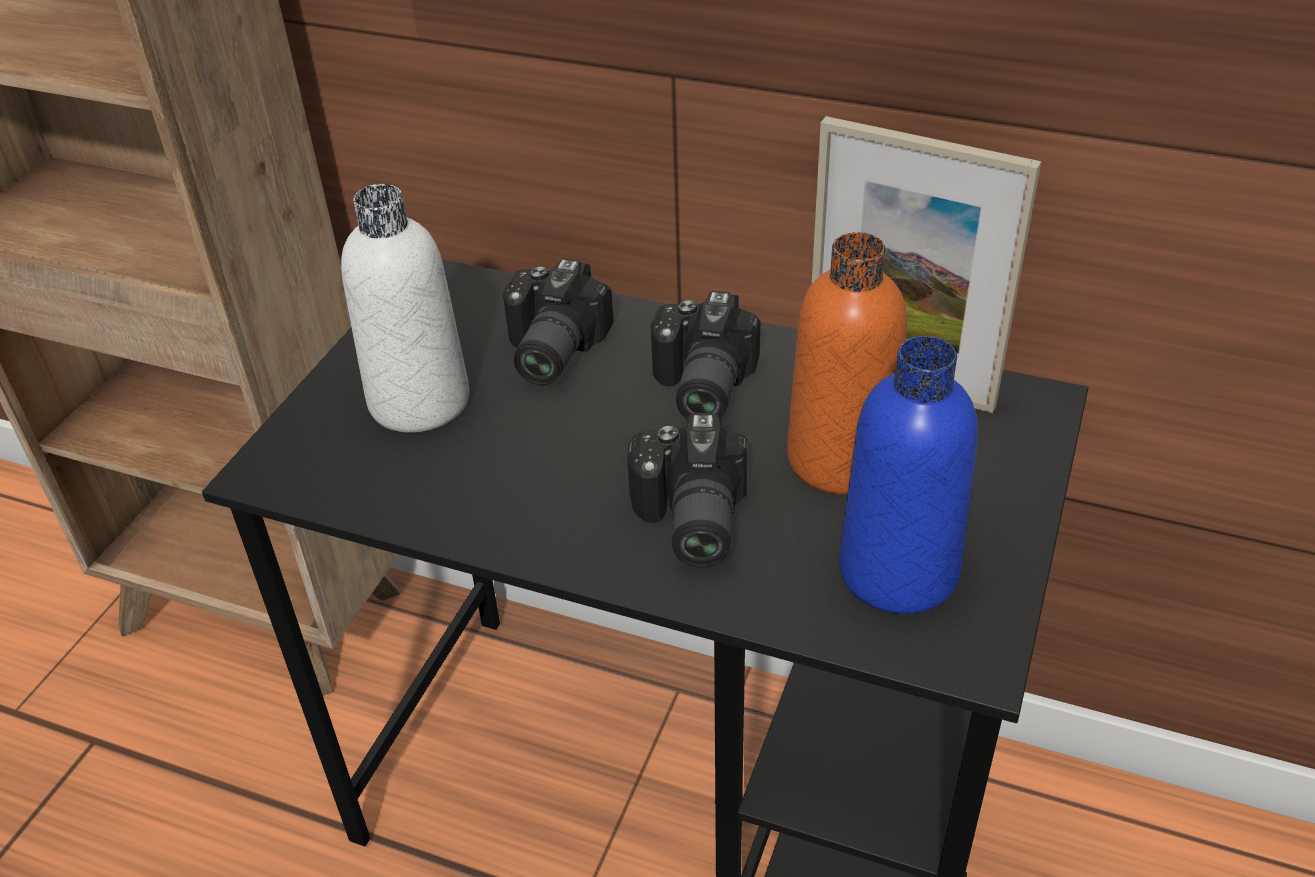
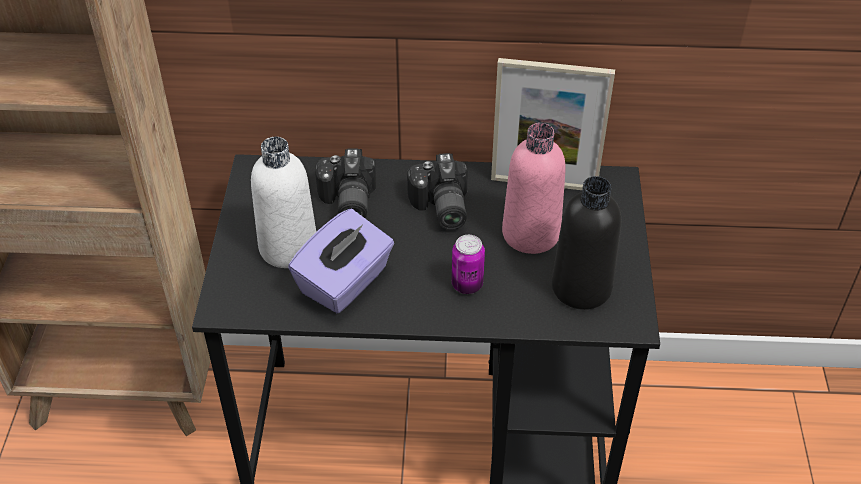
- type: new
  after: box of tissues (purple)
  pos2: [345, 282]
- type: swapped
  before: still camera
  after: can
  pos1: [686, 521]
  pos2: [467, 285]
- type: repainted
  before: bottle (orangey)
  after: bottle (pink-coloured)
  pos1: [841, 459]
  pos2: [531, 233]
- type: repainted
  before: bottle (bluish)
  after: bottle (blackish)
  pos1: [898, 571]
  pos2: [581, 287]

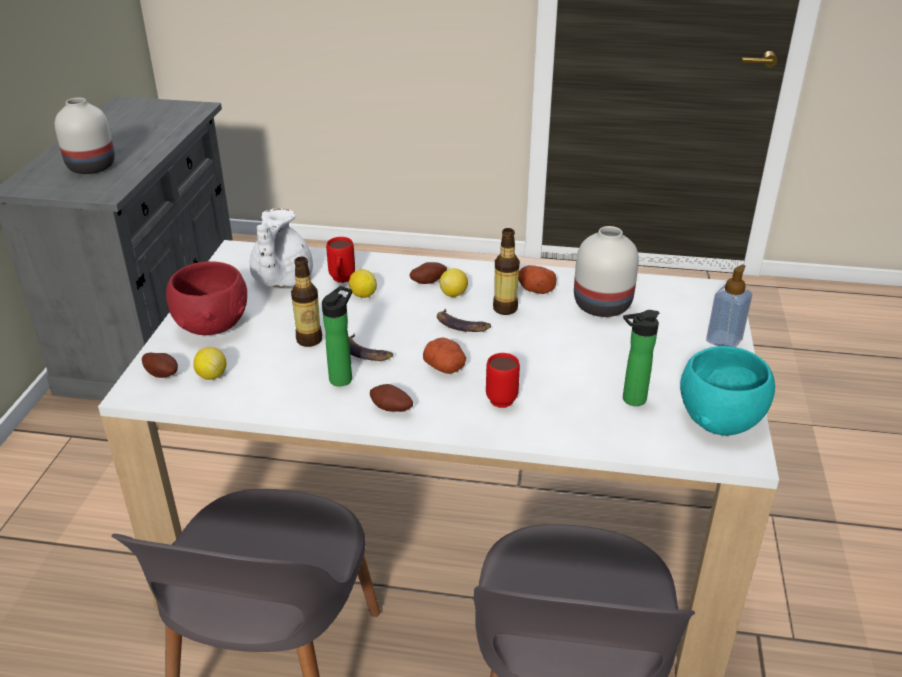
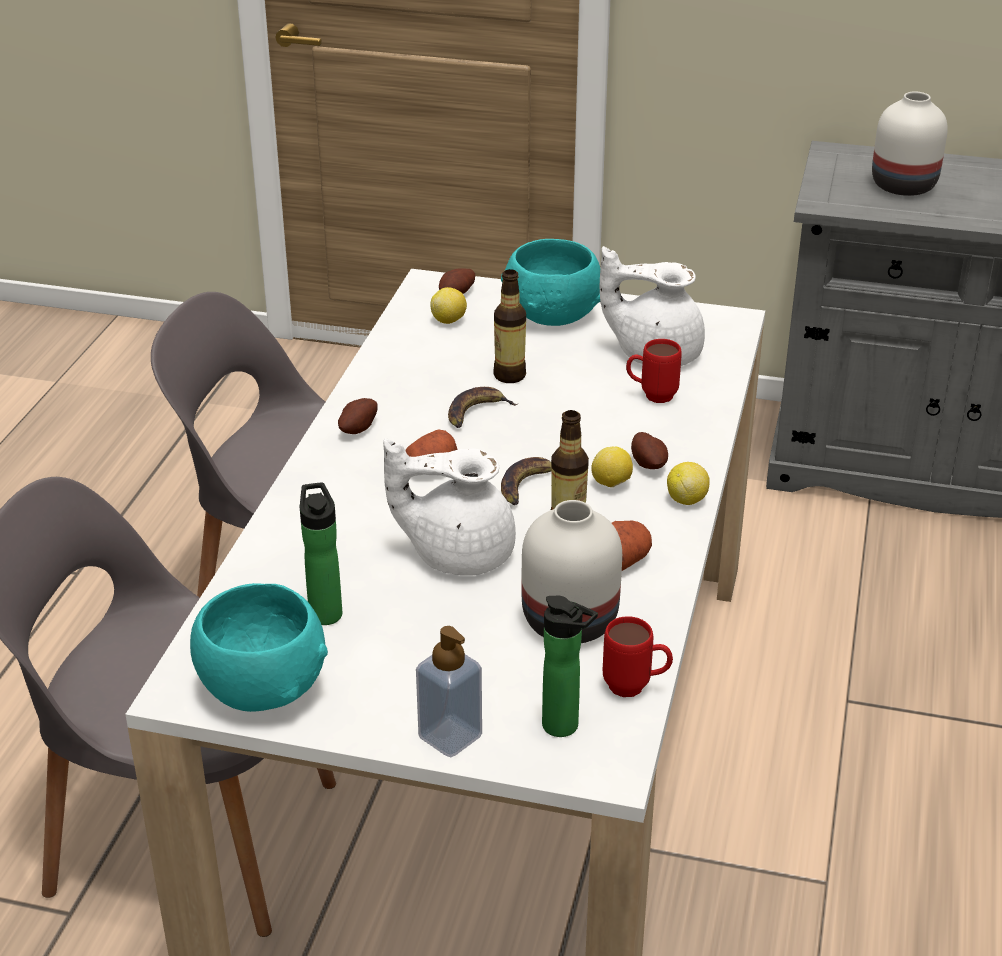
- type: new
  after: teapot (white-coloured)
  pos2: [458, 553]
- type: shifted
  before: bottle
  pos1: [343, 377]
  pos2: [565, 727]
- type: shifted
  before: lemon
  pos1: [363, 295]
  pos2: [686, 499]
- type: shifted
  before: mug (reddish)
  pos1: [502, 397]
  pos2: [635, 688]
- type: repainted
  before: serving bowl (reddish)
  after: serving bowl (blue-green)
  pos1: [213, 324]
  pos2: [552, 315]

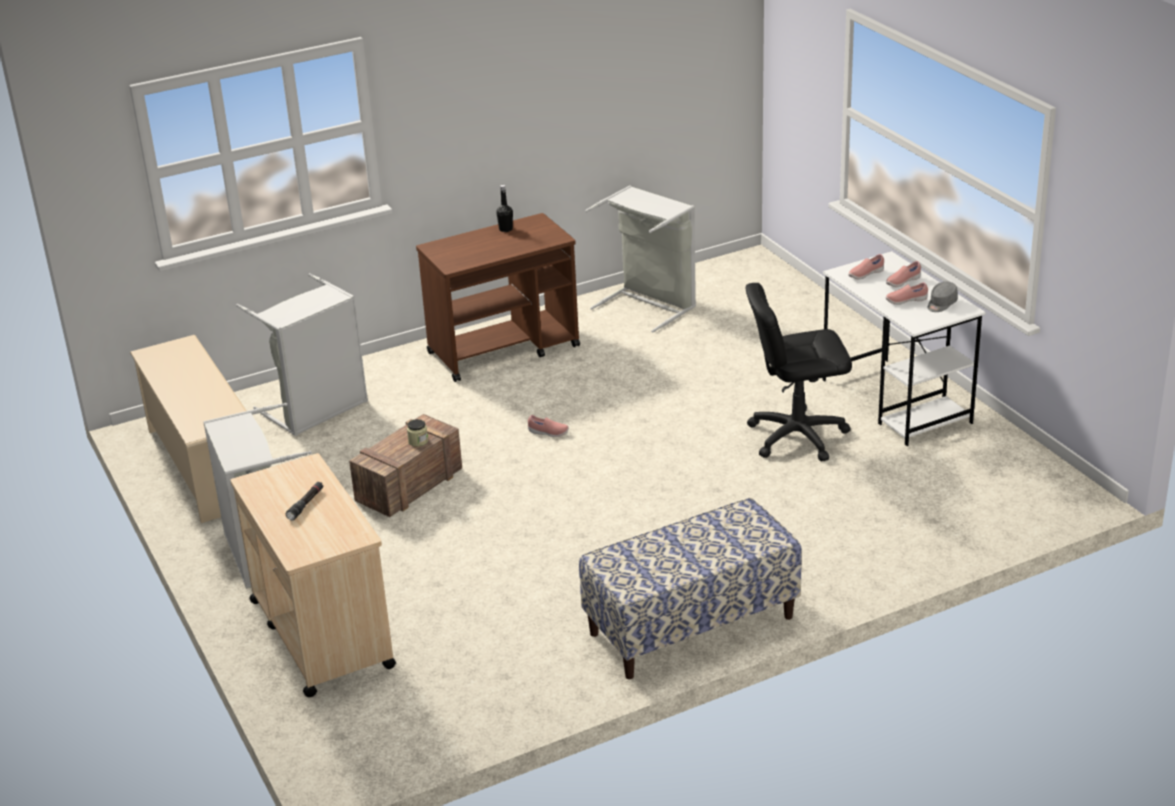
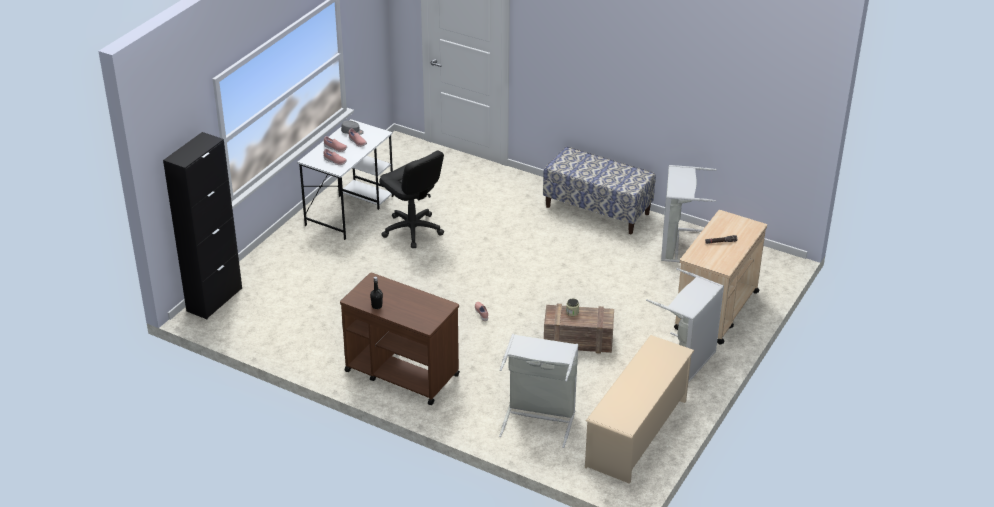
- type: new
  after: storage cabinet (blackish)
  pos2: [214, 300]
- type: shifted
  before: laundry basket (greyish)
  pos1: [649, 304]
  pos2: [677, 245]

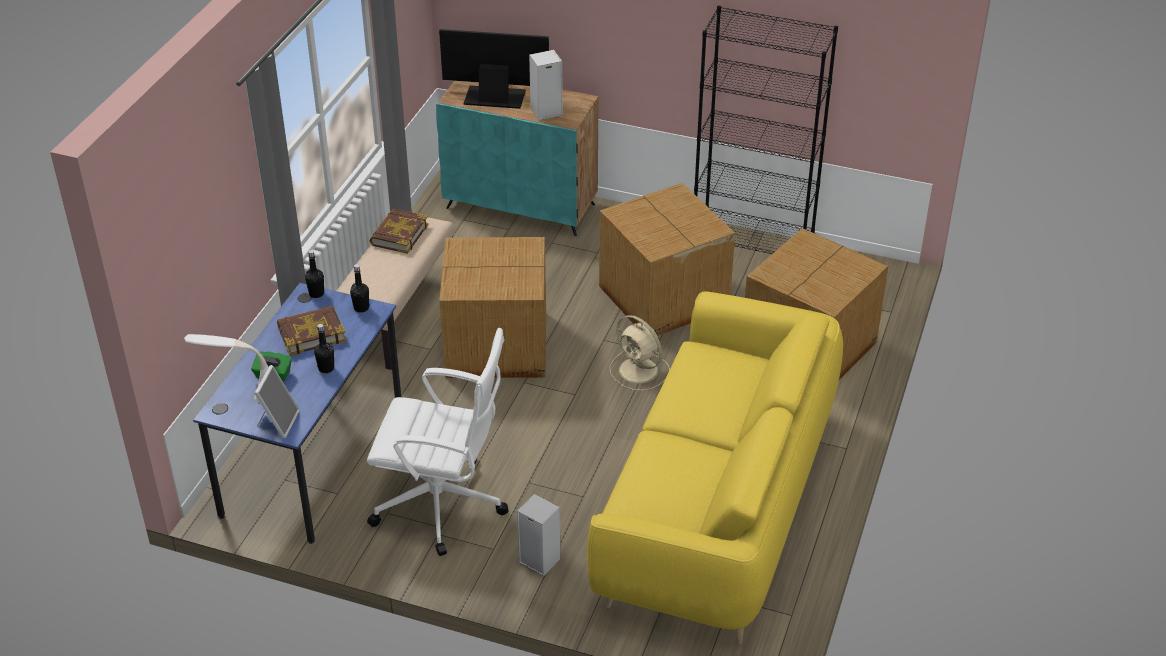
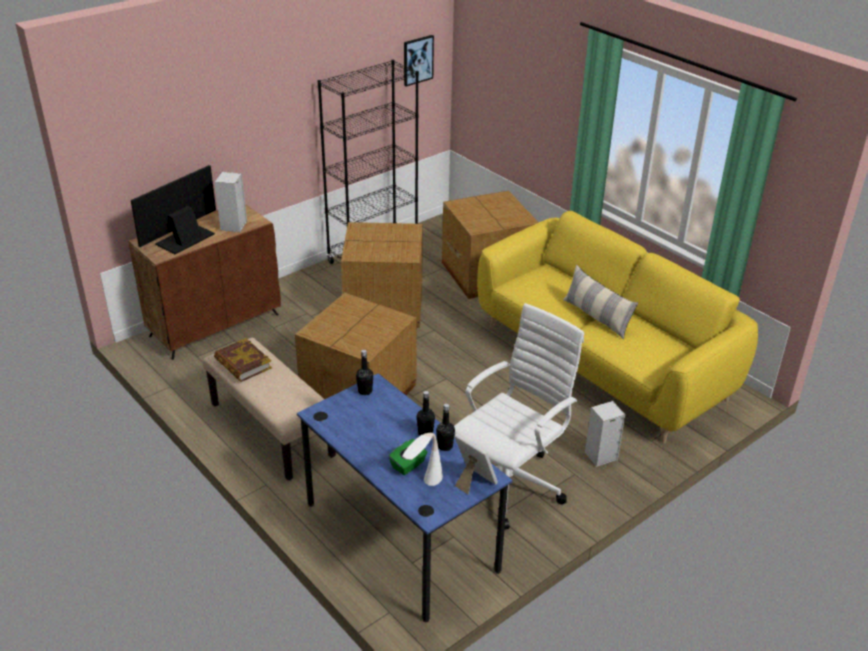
- type: gone
  before: book
  pos1: [311, 334]
- type: gone
  before: fan (sand-coloured)
  pos1: [639, 371]
- type: new
  after: wall picture
  pos2: [417, 60]
- type: new
  after: cushion
  pos2: [596, 317]
- type: shifted
  before: bottle (blackish)
  pos1: [316, 293]
  pos2: [445, 446]
- type: repainted
  before: storage cabinet (blue-green)
  after: storage cabinet (brown-coloured)
  pos1: [521, 206]
  pos2: [215, 325]

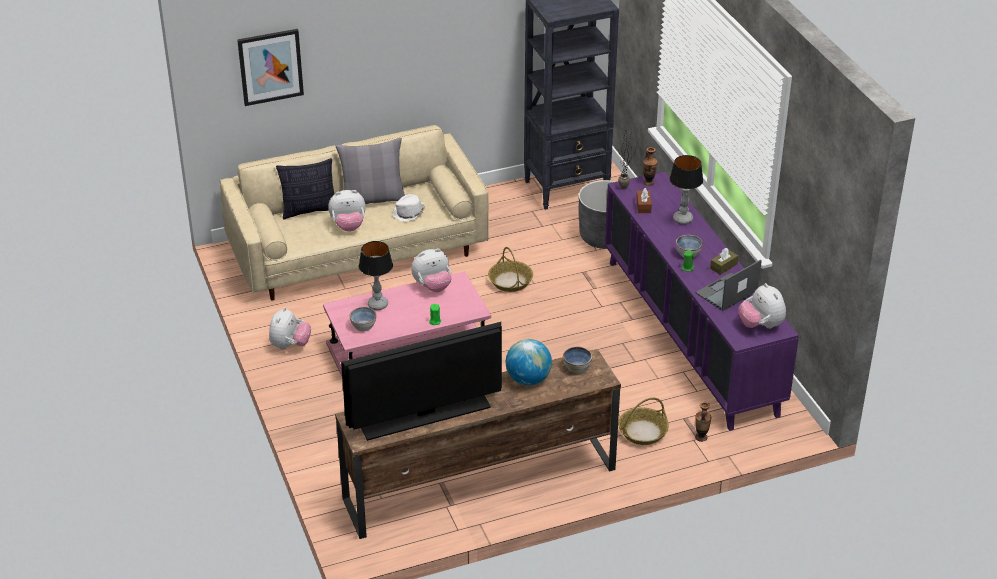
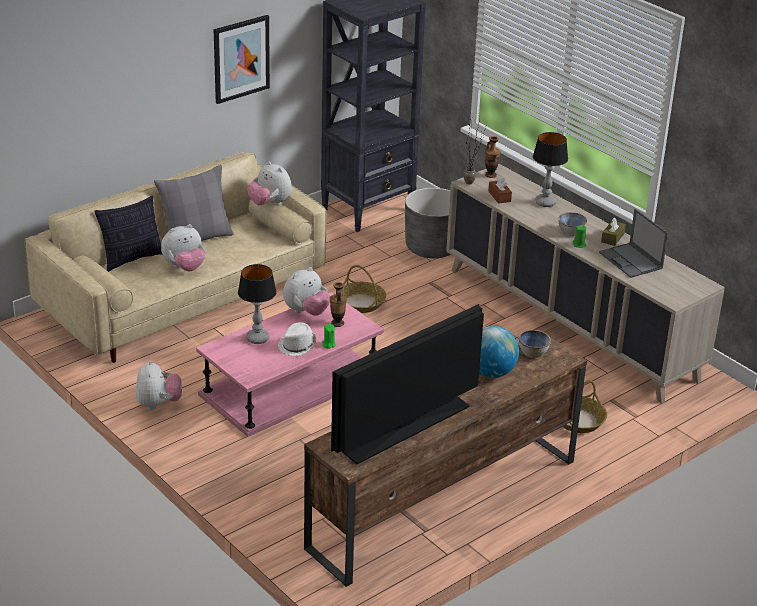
- type: gone
  before: serving bowl
  pos1: [363, 326]
- type: shifted
  before: wall picture
  pos1: [270, 66]
  pos2: [241, 58]
- type: shifted
  before: clothing hat (white-coloured)
  pos1: [409, 213]
  pos2: [297, 346]
- type: shifted
  before: vase
  pos1: [701, 437]
  pos2: [337, 323]
- type: shifted
  before: soft toy
  pos1: [761, 325]
  pos2: [270, 204]
- type: repainted
  before: storage cabinet (purple)
  after: storage cabinet (sand-coloured)
  pos1: [690, 335]
  pos2: [569, 323]
- type: rotated
  before: laptop
  pos1: [726, 293]
  pos2: [631, 261]
  turn: -60

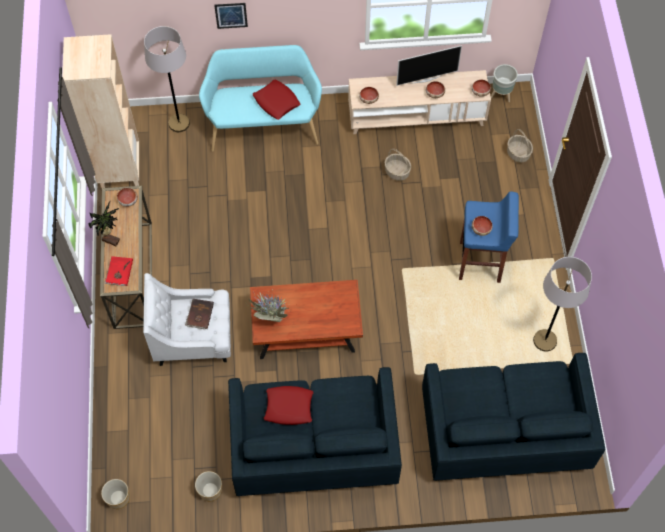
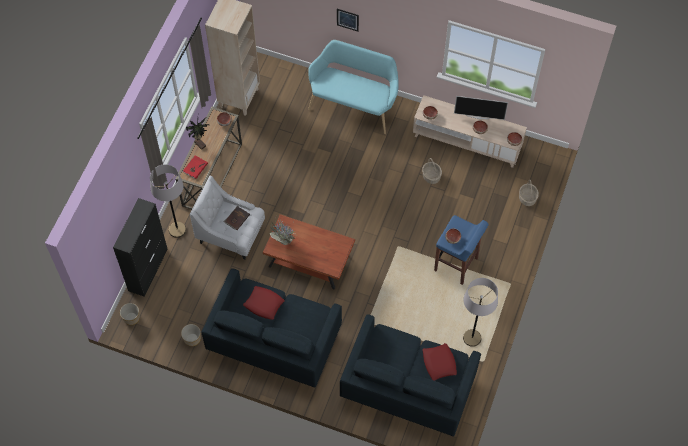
- type: gone
  before: plant pot (greyish)
  pos1: [501, 96]
- type: new
  after: storage cabinet (blackish)
  pos2: [148, 269]
- type: shifted
  before: standing lamp (greyish)
  pos1: [179, 123]
  pos2: [177, 230]
- type: shifted
  before: cushion (reddish)
  pos1: [276, 102]
  pos2: [439, 363]

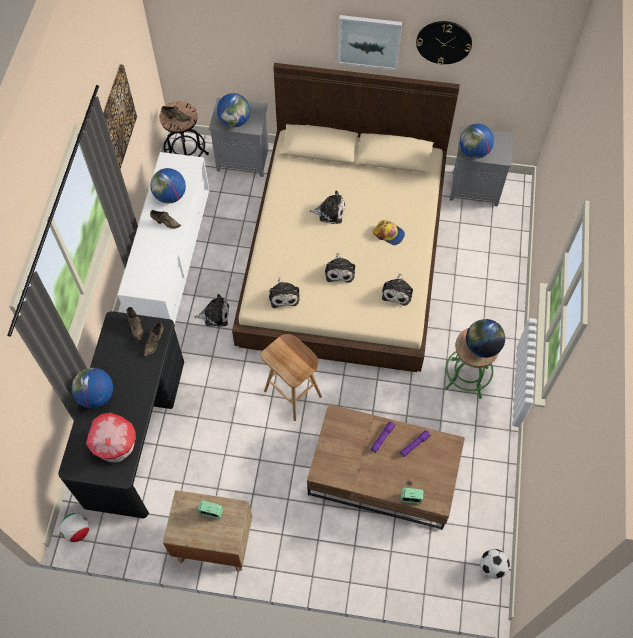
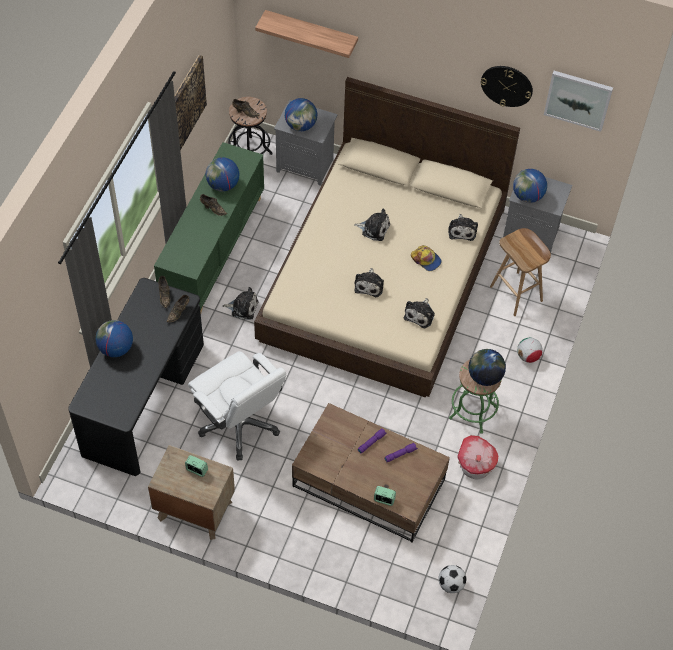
- type: new
  after: computer chair (white-coloured)
  pos2: [240, 424]
- type: new
  after: bracket shelf
  pos2: [311, 33]
- type: shifted
  before: football
  pos1: [78, 531]
  pos2: [528, 356]
- type: shifted
  before: model house
  pos1: [116, 445]
  pos2: [475, 465]
- type: shifted
  before: stool seat (brown-coloured)
  pos1: [293, 394]
  pos2: [517, 294]
- type: shifted
  before: soft toy
  pos1: [284, 295]
  pos2: [462, 230]
- type: shifted
  before: wall picture
  pos1: [369, 41]
  pos2: [578, 99]
- type: repainted
  before: storage cabinet (white-coloured)
  after: storage cabinet (greenish)
  pos1: [172, 261]
  pos2: [213, 249]

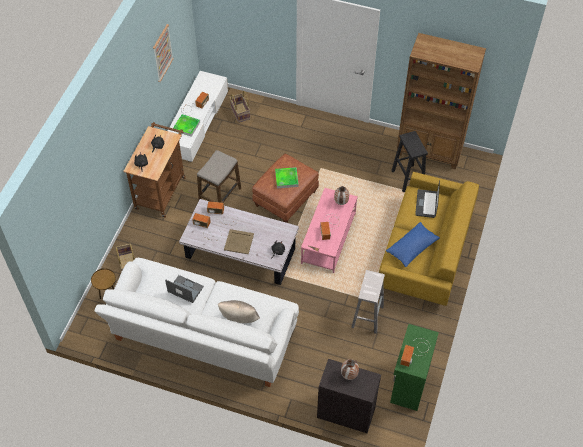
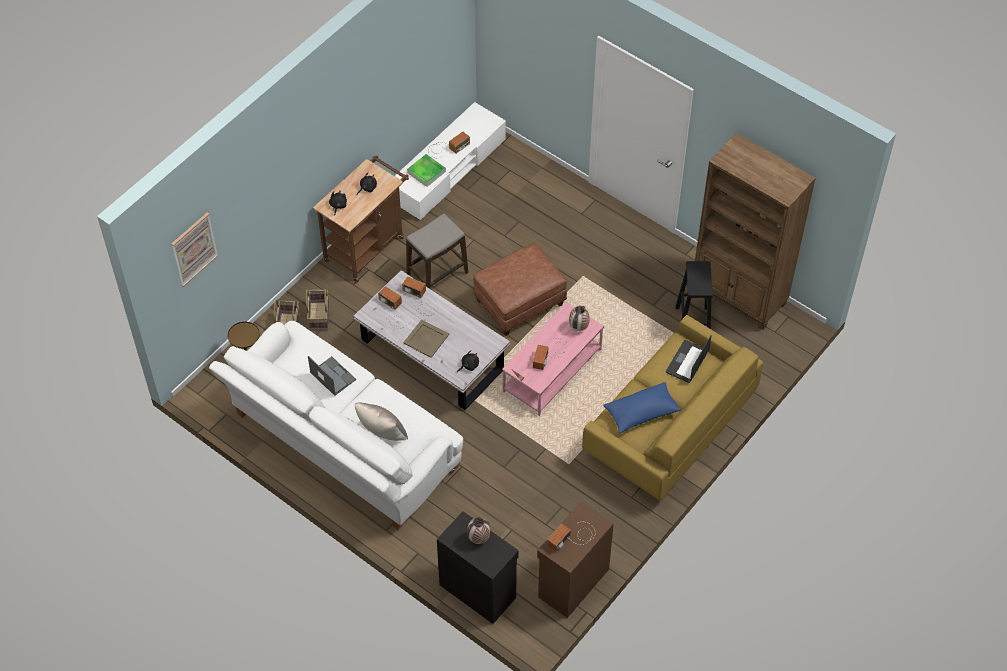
- type: gone
  before: tray
  pos1: [286, 179]
- type: gone
  before: stool seat (white-coloured)
  pos1: [367, 316]
- type: shifted
  before: wall picture
  pos1: [162, 53]
  pos2: [194, 249]
- type: shifted
  before: storage basket
  pos1: [240, 112]
  pos2: [318, 316]
- type: repainted
  before: storage cabinet (greenish)
  after: storage cabinet (brown-coloured)
  pos1: [409, 384]
  pos2: [572, 582]

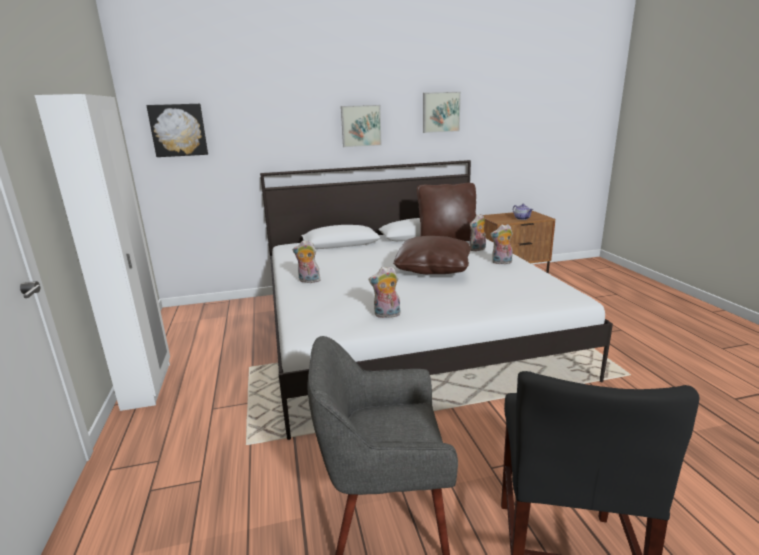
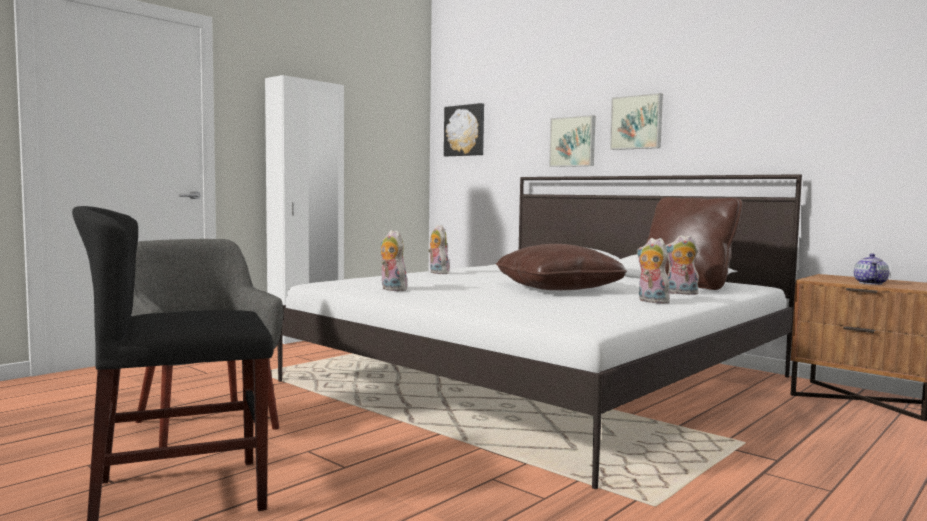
- type: shifted
  before: wall picture
  pos1: [440, 112]
  pos2: [573, 142]

